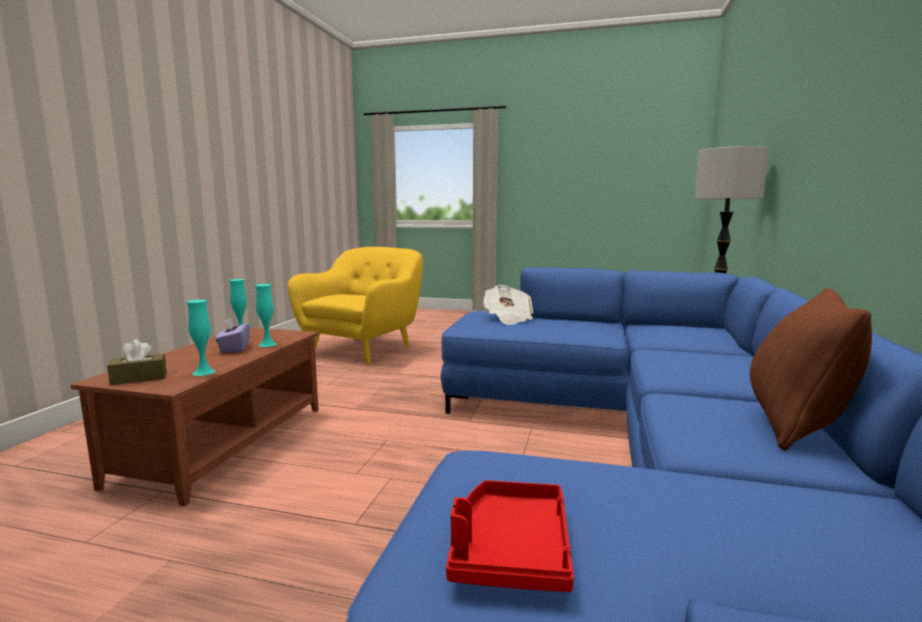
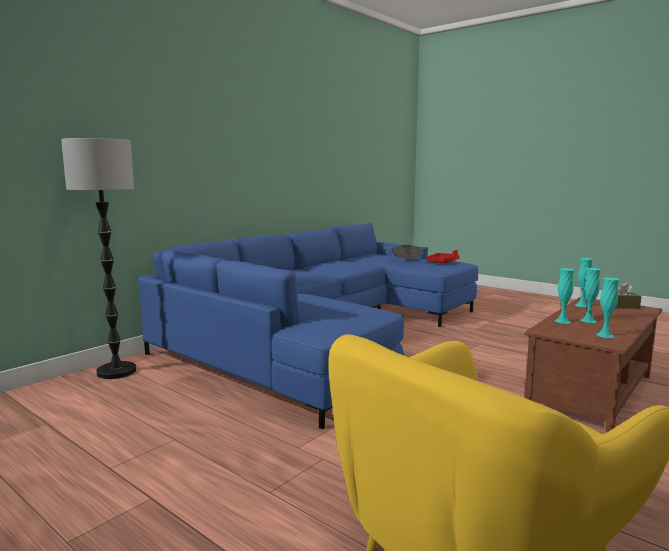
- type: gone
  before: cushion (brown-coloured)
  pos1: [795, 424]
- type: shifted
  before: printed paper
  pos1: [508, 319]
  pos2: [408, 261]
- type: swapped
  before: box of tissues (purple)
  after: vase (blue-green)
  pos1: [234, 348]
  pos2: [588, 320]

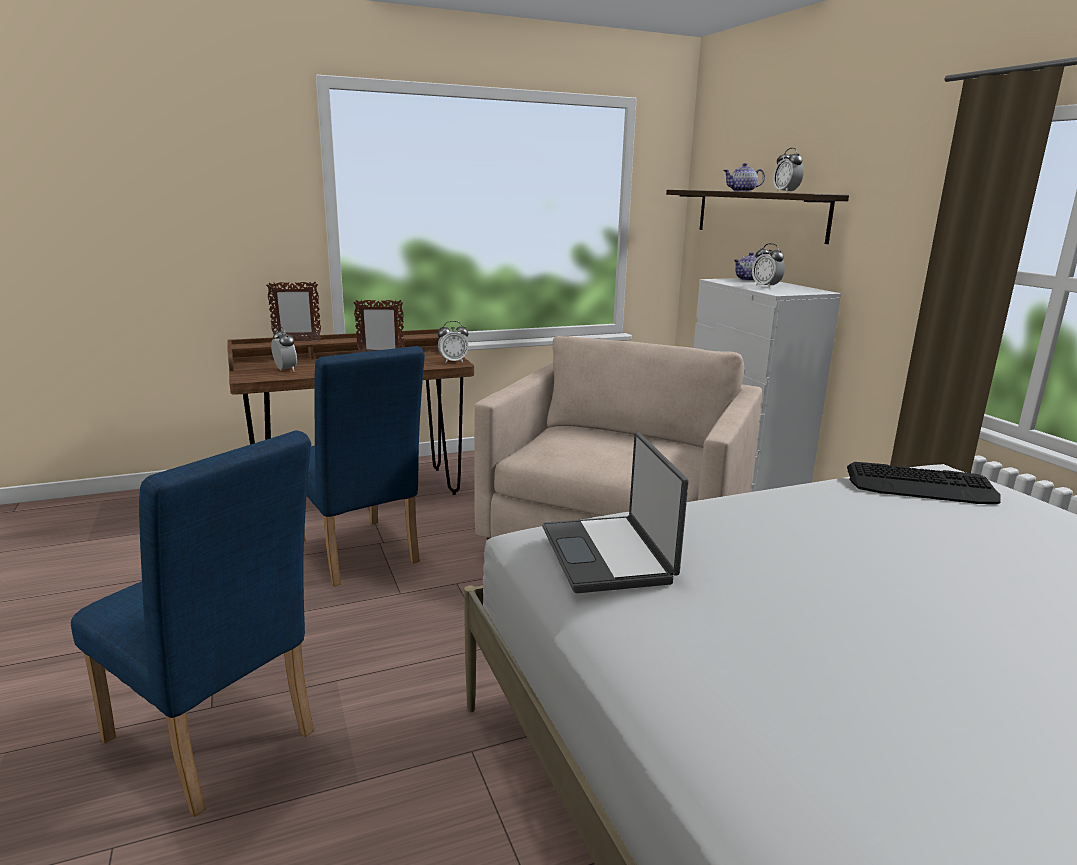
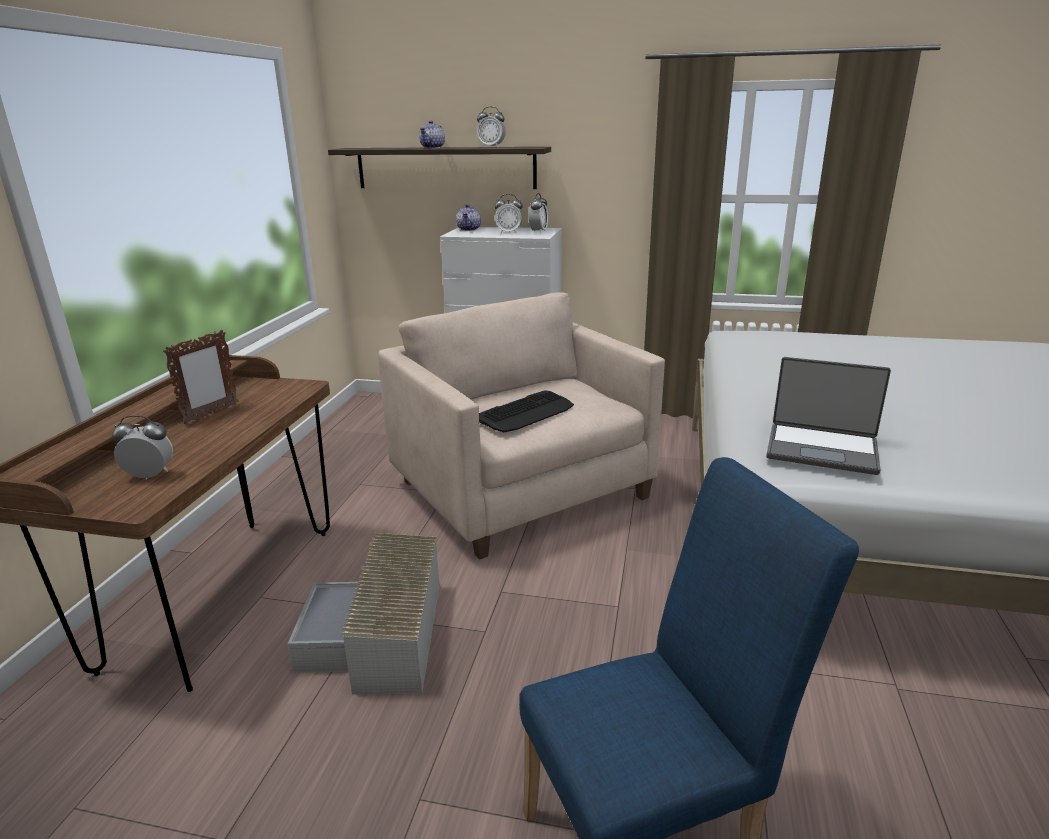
- type: gone
  before: picture frame
  pos1: [297, 341]
- type: shifted
  before: bedside clock
  pos1: [453, 361]
  pos2: [538, 231]
- type: shifted
  before: keyboard
  pos1: [920, 486]
  pos2: [526, 413]
- type: swapped
  before: upright chair (bluish)
  after: storage bin (greyish)
  pos1: [359, 556]
  pos2: [379, 637]

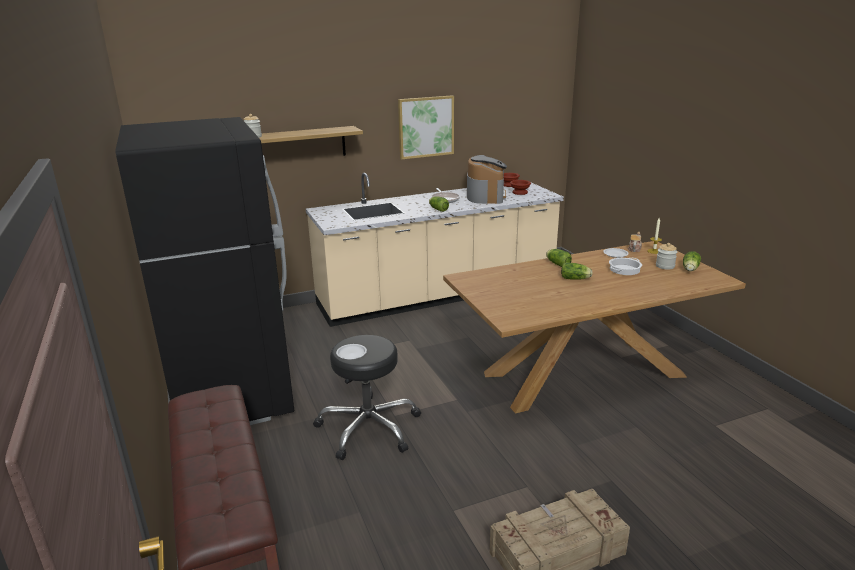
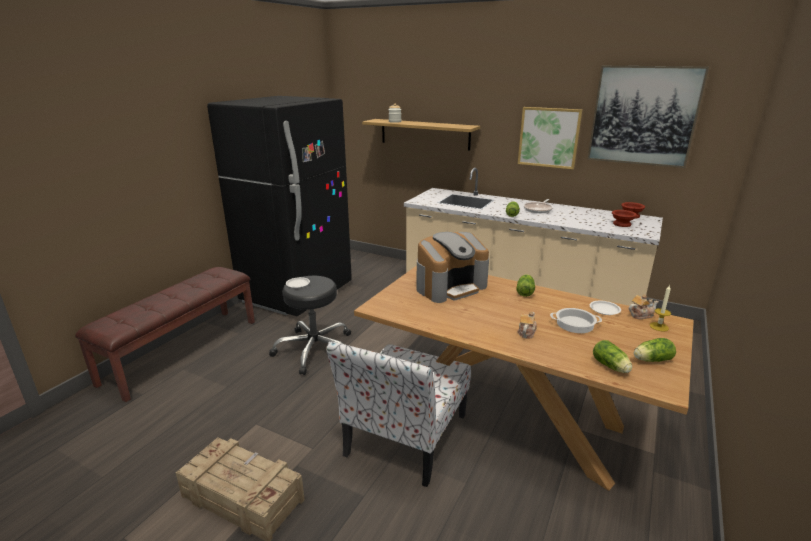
- type: gone
  before: storage jar
  pos1: [665, 266]
- type: new
  after: upright chair
  pos2: [405, 437]
- type: new
  after: teapot
  pos2: [526, 332]
- type: new
  after: wall picture
  pos2: [643, 116]
- type: shifted
  before: coffee machine
  pos1: [486, 196]
  pos2: [450, 287]
- type: shifted
  before: lettuce head
  pos1: [576, 279]
  pos2: [611, 367]

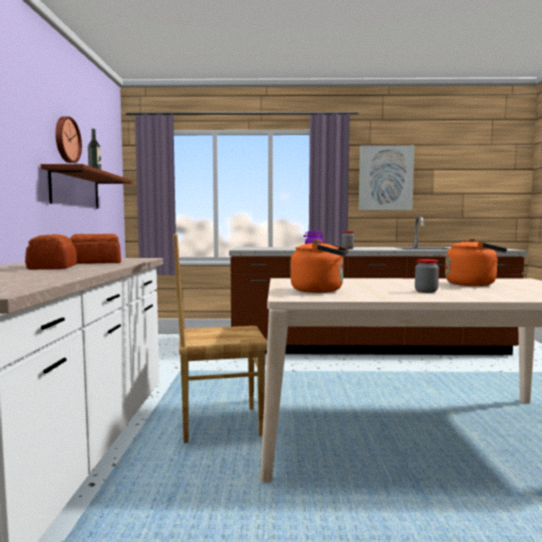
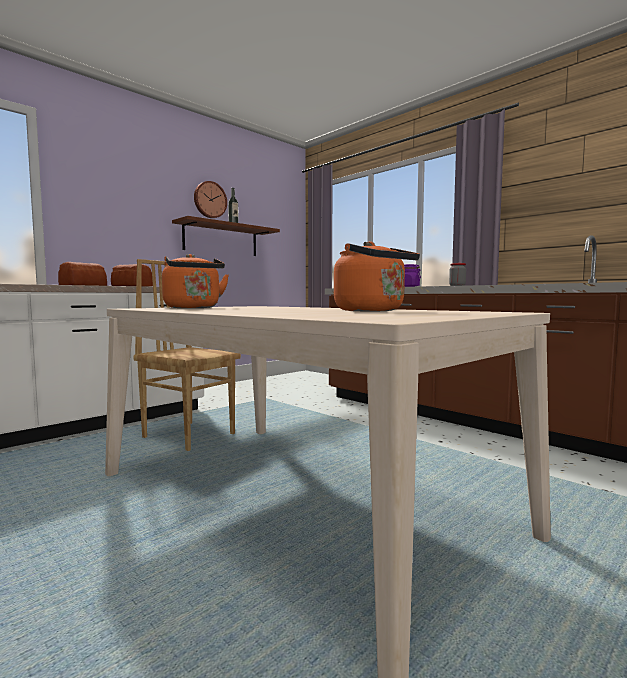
- type: gone
  before: wall picture
  pos1: [385, 178]
- type: gone
  before: storage jar
  pos1: [426, 291]

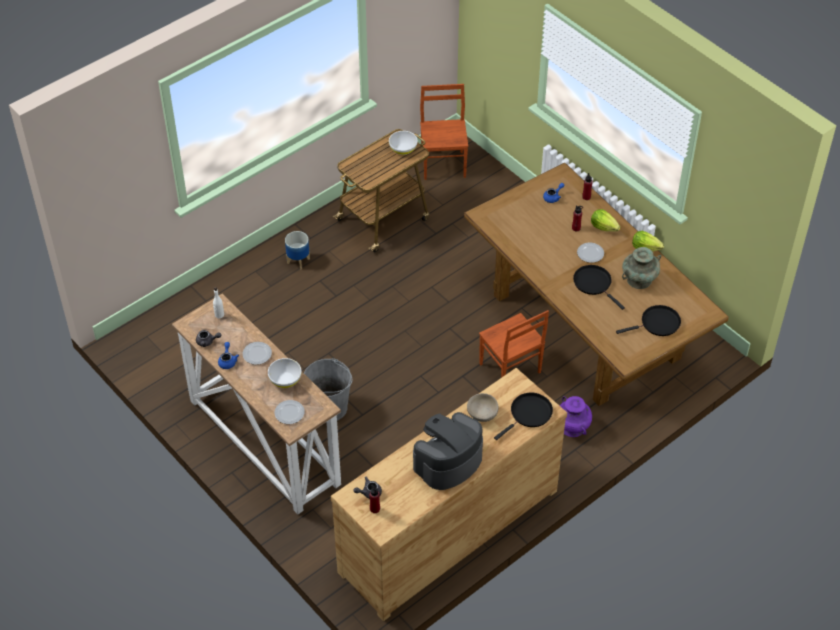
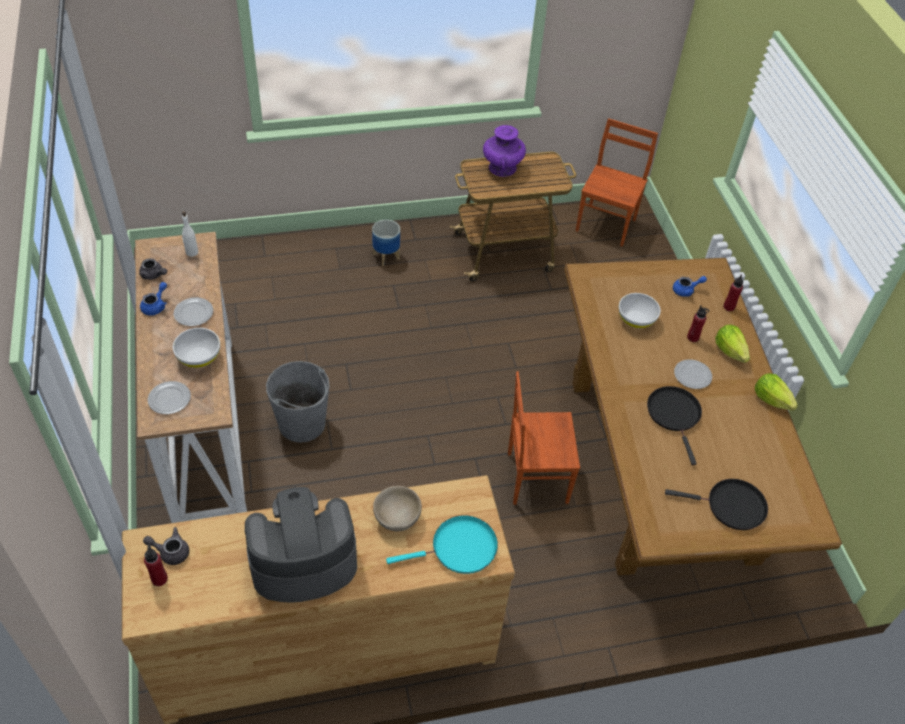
- type: gone
  before: vase (blue-green)
  pos1: [639, 279]
- type: shifted
  before: serving bowl (white-coloured)
  pos1: [403, 149]
  pos2: [636, 319]
- type: shifted
  before: vase (purple)
  pos1: [572, 427]
  pos2: [502, 168]
- type: repainted
  before: pan (blackish)
  after: pan (blue-green)
  pos1: [529, 414]
  pos2: [459, 549]
- type: rotated
  before: upright chair (brown-coloured)
  pos1: [510, 369]
  pos2: [536, 476]
  turn: 90

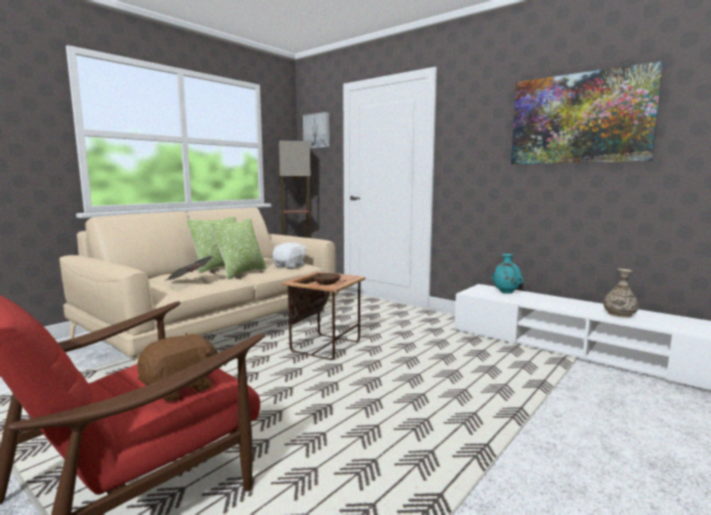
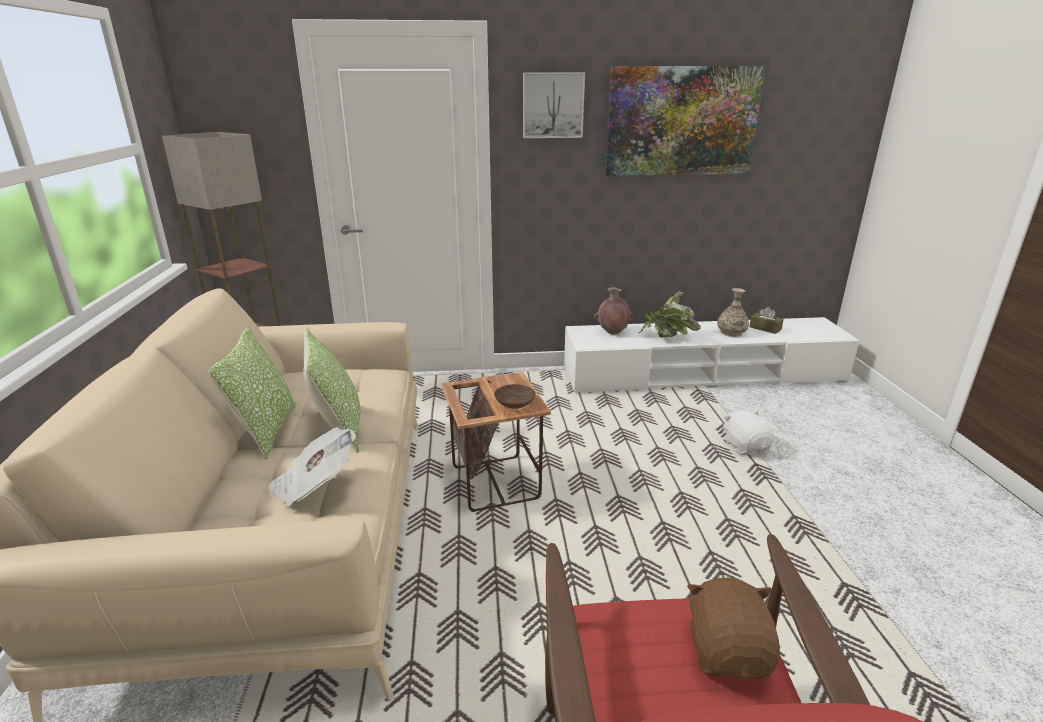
- type: new
  after: potted plant
  pos2: [667, 338]
- type: new
  after: box of tissues (brown-coloured)
  pos2: [765, 328]
- type: shifted
  before: soft toy (white-coloured)
  pos1: [290, 266]
  pos2: [745, 446]
- type: shifted
  before: wall picture
  pos1: [317, 131]
  pos2: [553, 105]
- type: repainted
  before: vase (blue-green)
  after: vase (brown-coloured)
  pos1: [505, 292]
  pos2: [612, 332]

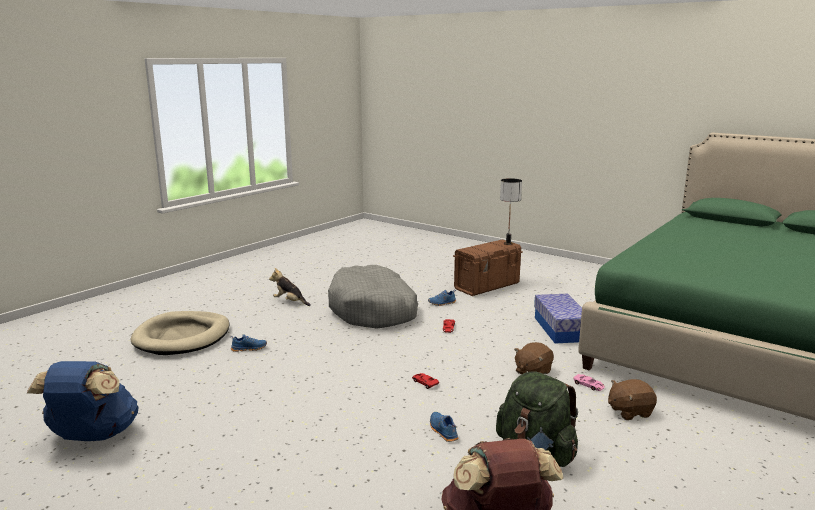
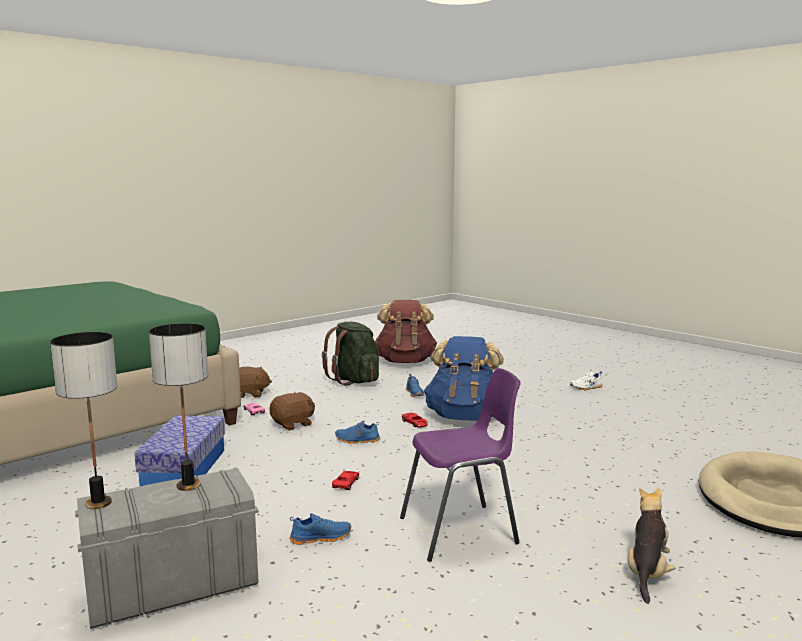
- type: new
  after: lamp for a table
  pos2: [188, 485]
- type: new
  after: shoe (white-coloured)
  pos2: [586, 388]
- type: shifted
  before: rucksack (bluish)
  pos1: [92, 436]
  pos2: [464, 417]
- type: shifted
  before: shoe (bluish)
  pos1: [249, 348]
  pos2: [357, 440]
- type: swapped
  before: dog cushion (greyish)
  after: upright chair (purple)
  pos1: [373, 310]
  pos2: [461, 531]
- type: repainted
  before: storage bin (brown-coloured)
  after: storage bin (greyish)
  pos1: [487, 286]
  pos2: [172, 588]
- type: rotated
  before: soft toy
  pos1: [290, 302]
  pos2: [647, 573]
  turn: -105

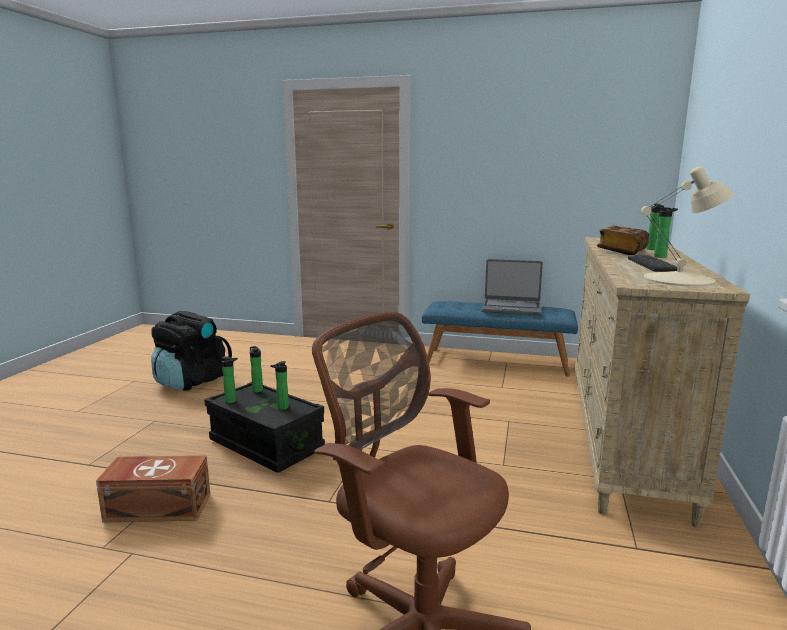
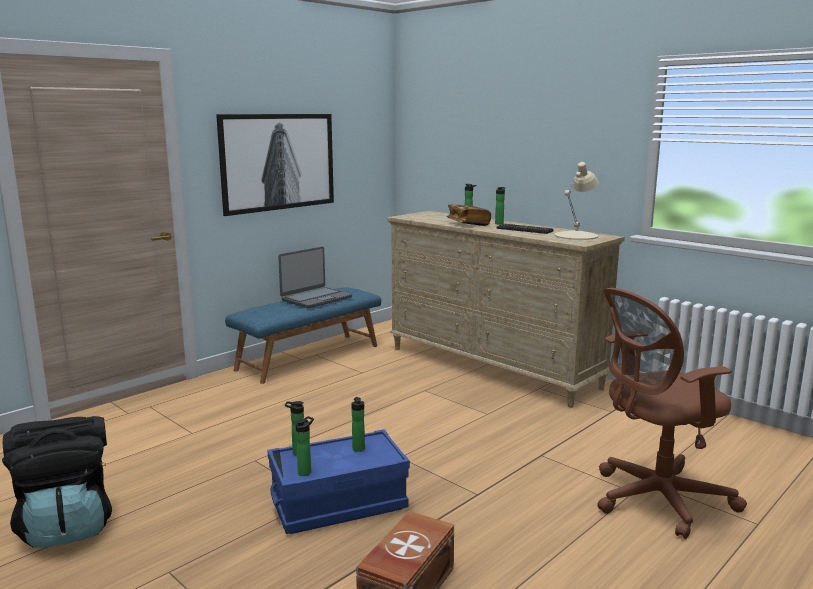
- type: new
  after: wall picture
  pos2: [278, 162]
- type: repainted
  before: storage bin (blackish)
  after: storage bin (bluish)
  pos1: [266, 445]
  pos2: [338, 504]

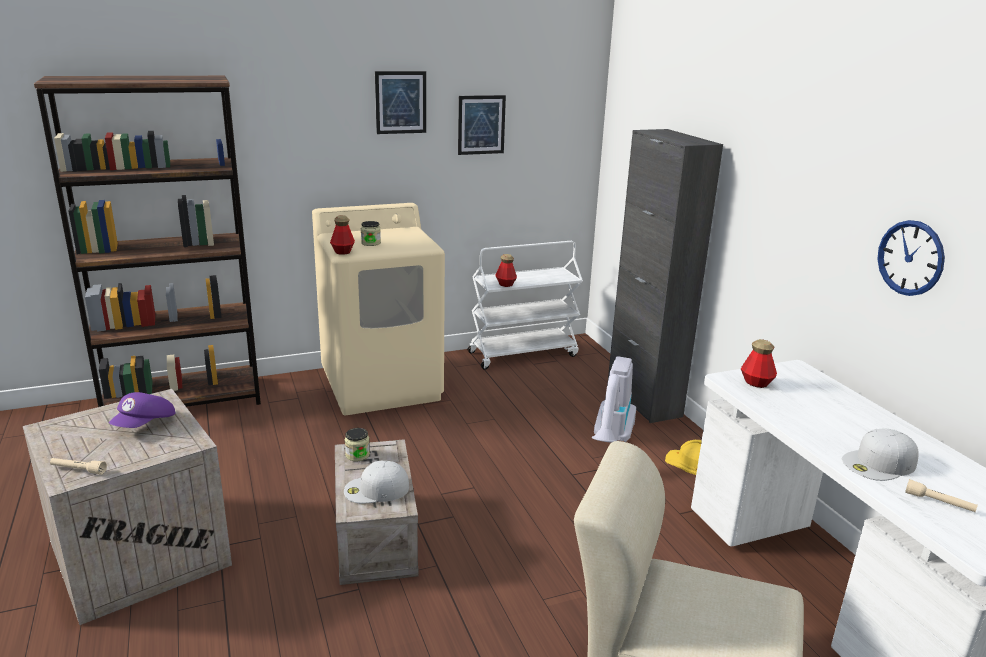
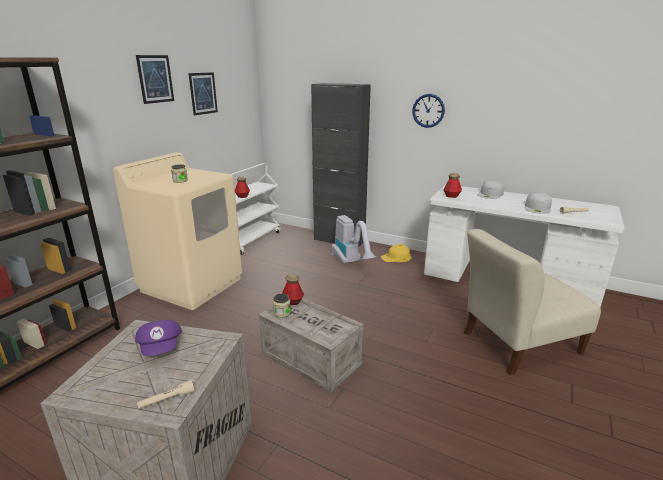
- type: shifted
  before: bottle
  pos1: [342, 252]
  pos2: [293, 301]
- type: shifted
  before: peaked cap (white-coloured)
  pos1: [376, 489]
  pos2: [490, 194]
- type: shifted
  before: hanging clock
  pos1: [910, 258]
  pos2: [428, 110]

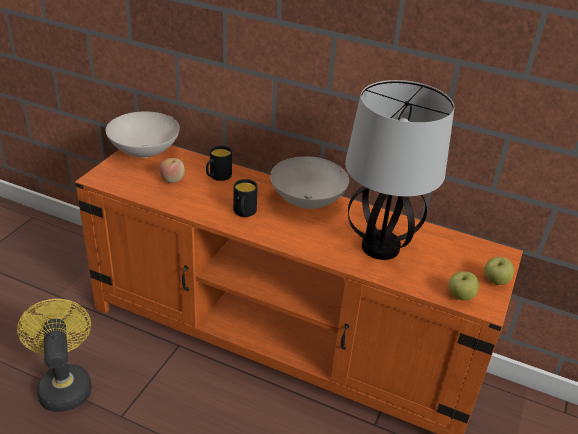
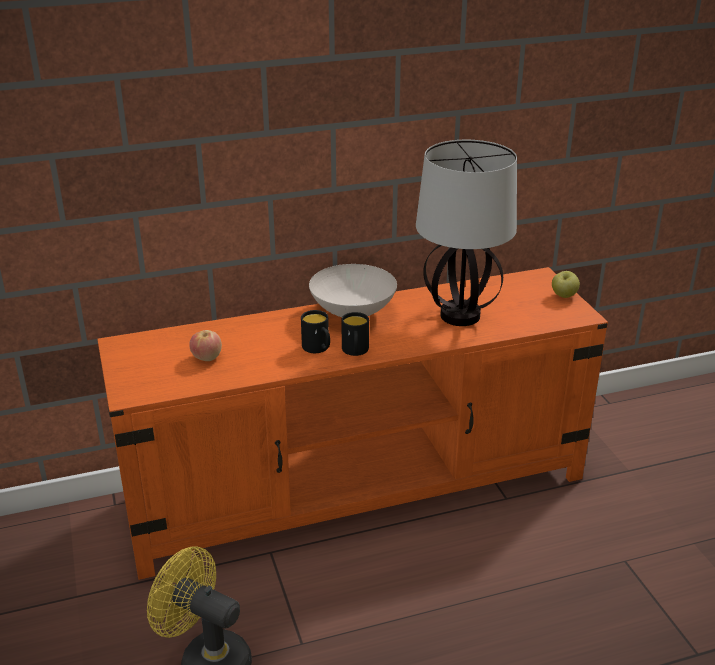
- type: gone
  before: serving bowl (white-coloured)
  pos1: [143, 151]
- type: gone
  before: apple fruit
  pos1: [460, 296]
- type: shifted
  before: mug (blackish)
  pos1: [217, 177]
  pos2: [355, 351]

